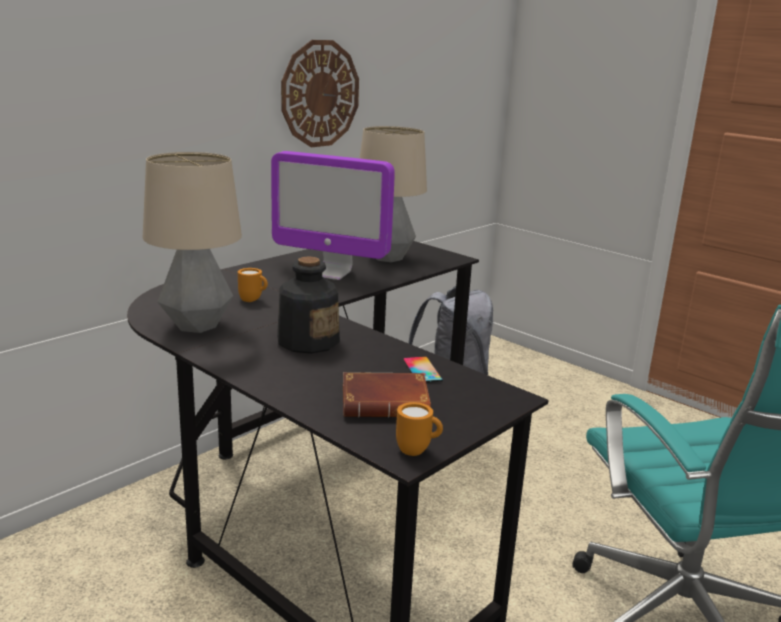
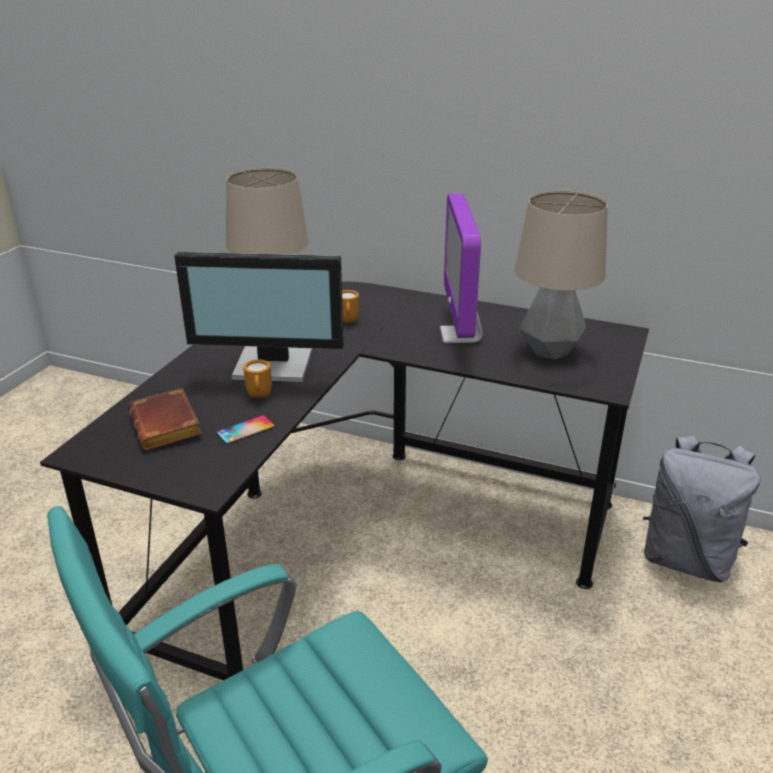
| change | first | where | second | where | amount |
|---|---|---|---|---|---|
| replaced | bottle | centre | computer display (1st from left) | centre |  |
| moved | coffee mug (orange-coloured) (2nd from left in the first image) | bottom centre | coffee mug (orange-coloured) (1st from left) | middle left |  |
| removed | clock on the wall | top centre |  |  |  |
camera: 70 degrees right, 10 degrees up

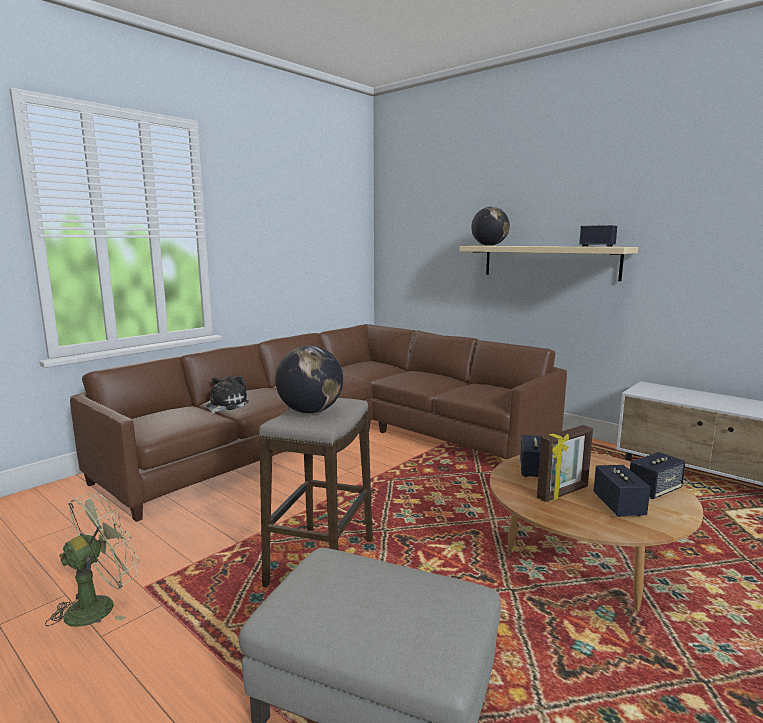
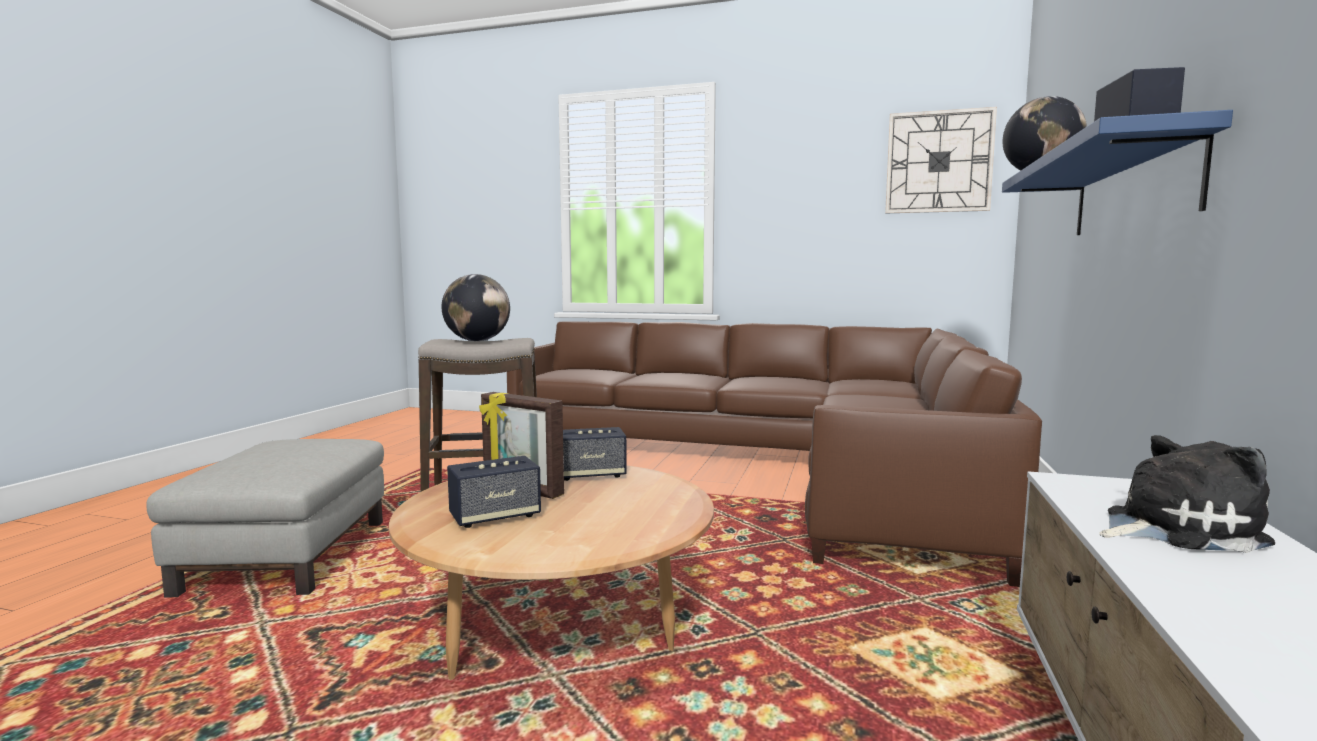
| change | first | where | second | where | amount |
|---|---|---|---|---|---|
| added |  |  | clock on the wall | top right |  |
| recoloured | bracket shelf (beige) | middle right | bracket shelf (bluish) | top right |  |
| moved | plush toy | middle left |  | bottom right |  |
| removed | electric fan (green-coloured) | bottom left |  |  |  |
| removed | audio speaker (4th from left) | middle right |  |  |  |
camera: 65 degrees right, 5 degrees down

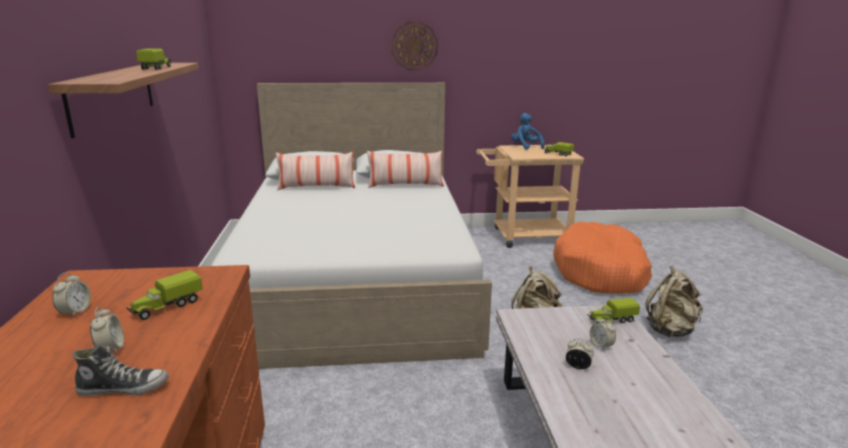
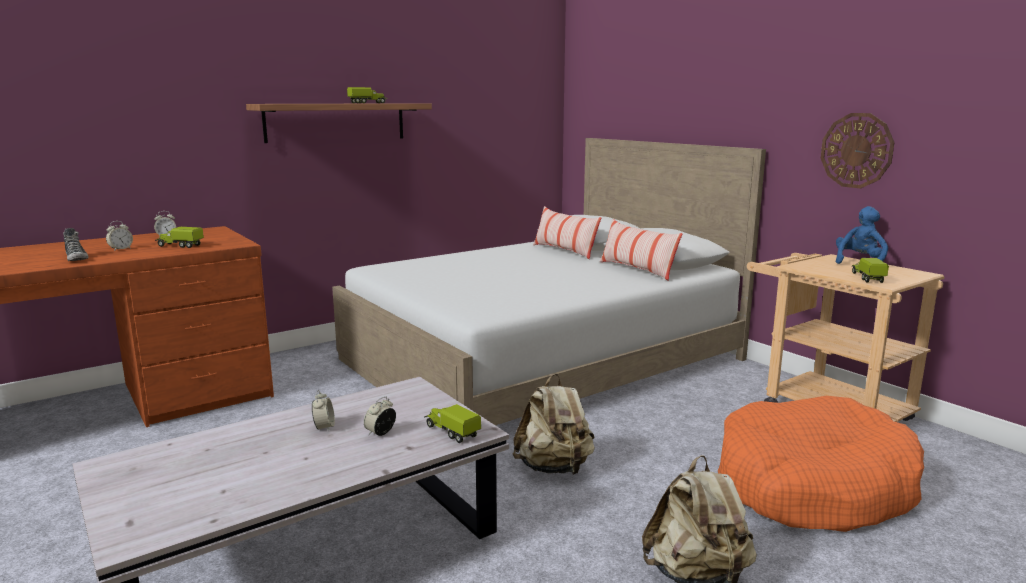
| change | first | where | second | where | amount |
|---|---|---|---|---|---|
| moved | clock on the wall | top centre |  | top right |  |
camera: 60 degrees right, 5 degrees down

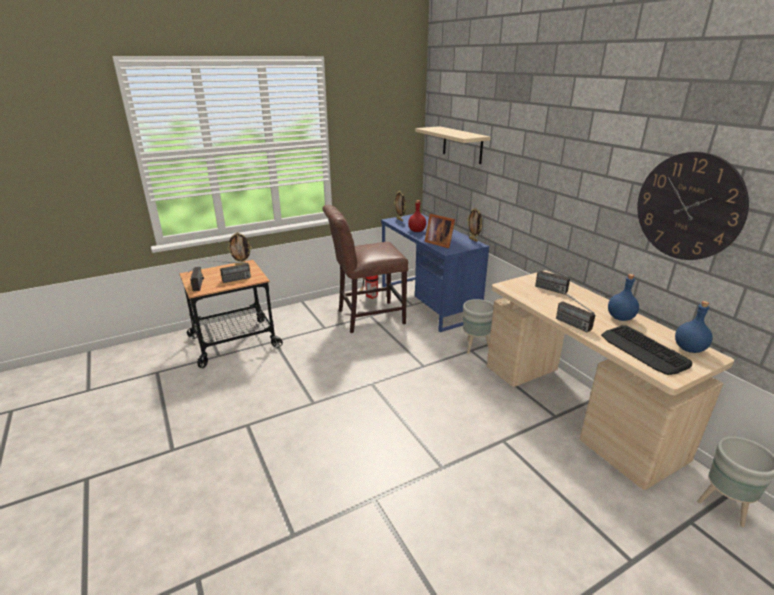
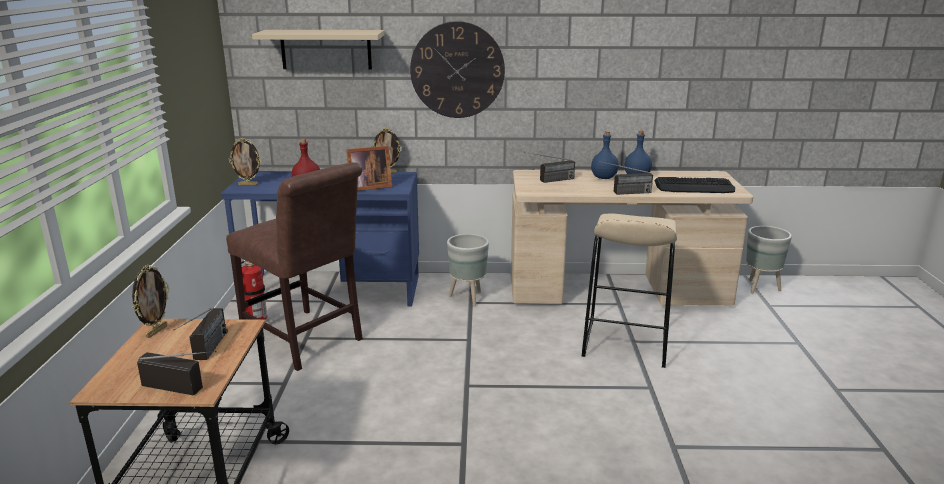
| change | first | where | second | where | amount |
|---|---|---|---|---|---|
| turned | chair (brown) | centre |  | middle left | 60 degrees counterclockwise |
| moved | clock on the wall | middle right |  | top centre |  |
| added |  |  | sitting stool (beige) | centre |  |
| moved | bottle (bluish) (2nd from left in the first image) | middle right | bottle (bluish) (1st from left) | top centre |  |
camera: 60 degrees left, 5 degrees down

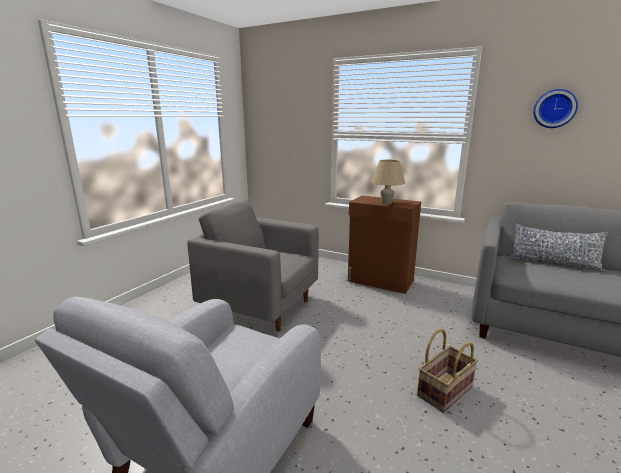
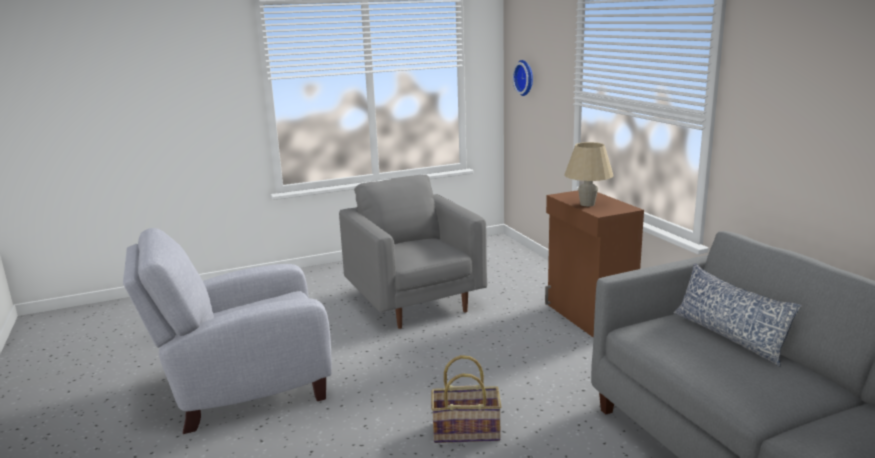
| change | first | where | second | where | amount |
|---|---|---|---|---|---|
| moved | clock on the wall | top right |  | top centre |  |
camera: 40 degrees right, 0 degrees up

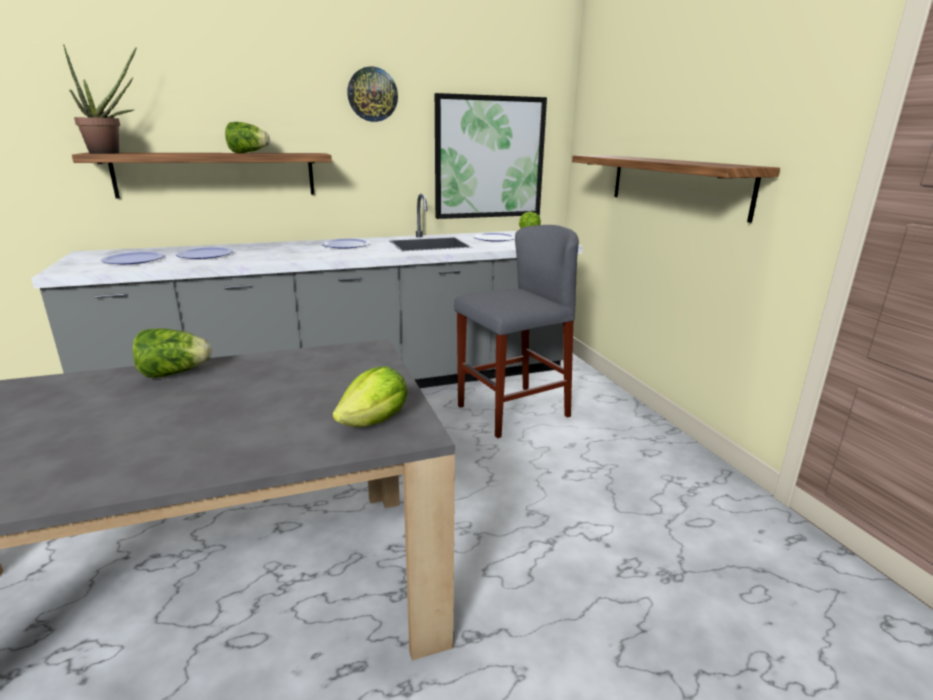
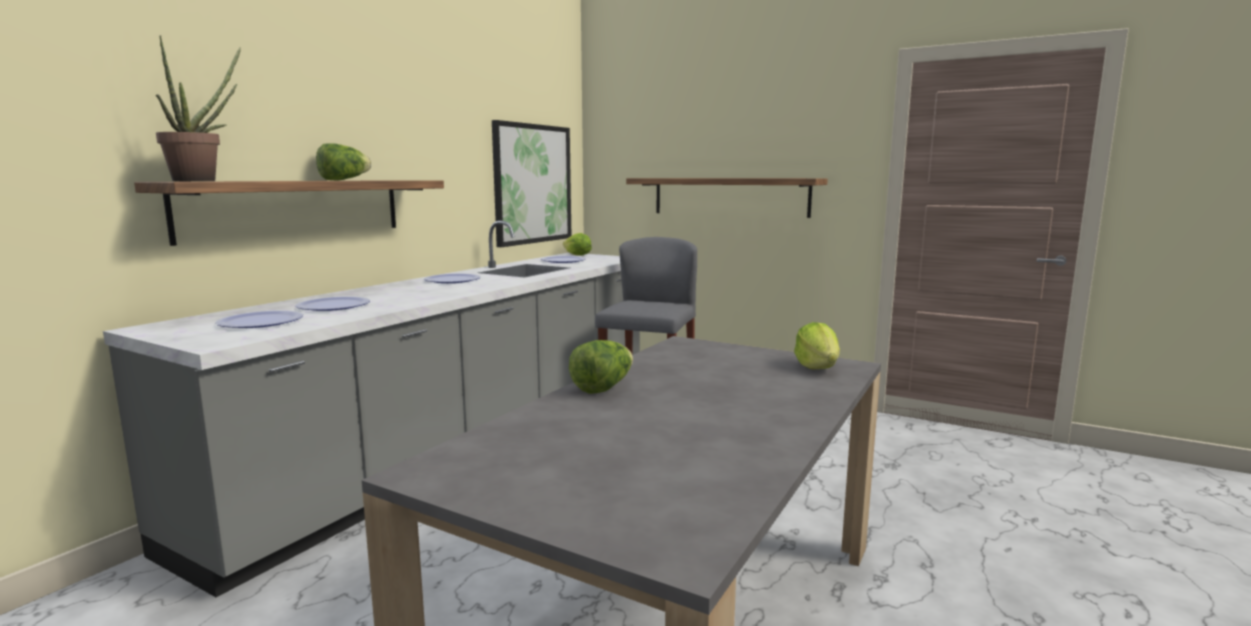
| change | first | where | second | where | amount |
|---|---|---|---|---|---|
| removed | clock on the wall | top centre |  |  |  |
camera: 40 degrees left, 10 degrees down

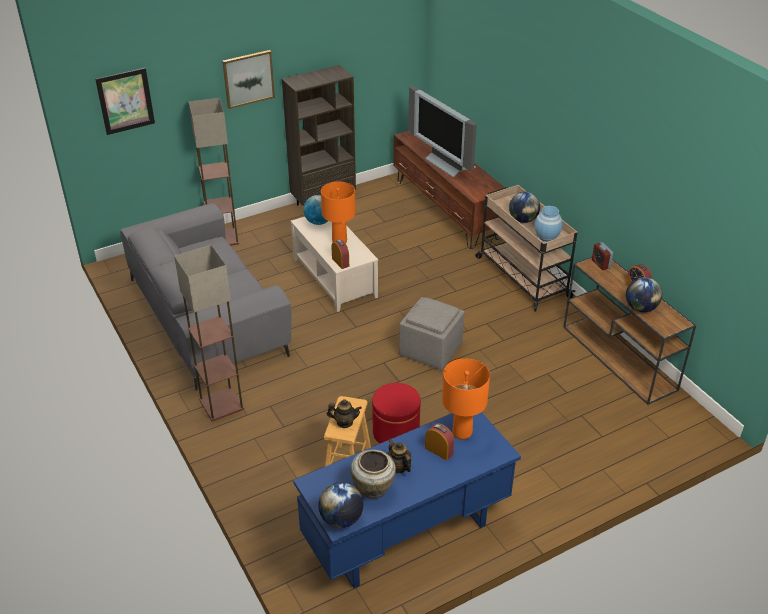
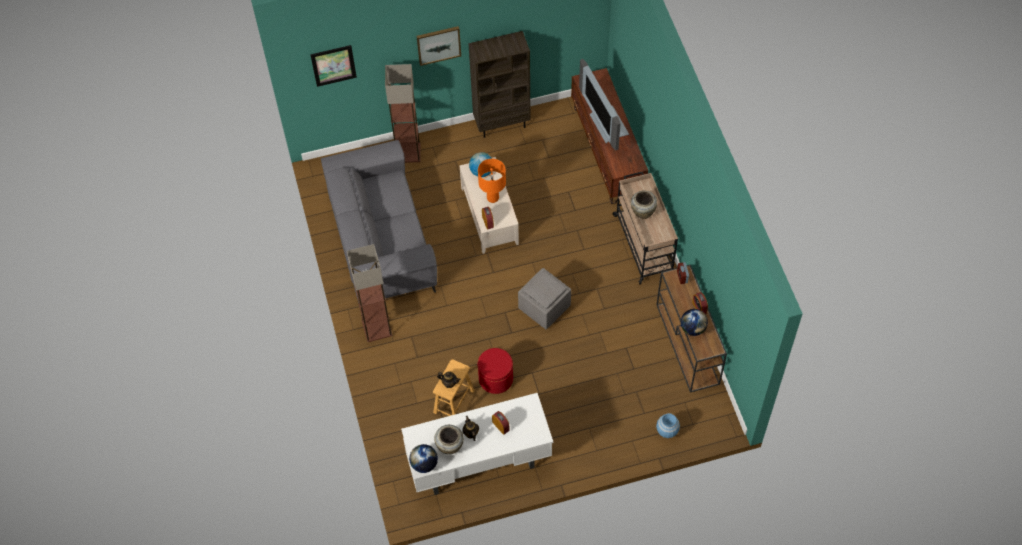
| change | first | where | second | where | amount |
|---|---|---|---|---|---|
| recoloured | desk (bluish) | bottom centre | desk (white) | bottom centre |  |
| replaced | globe (3rd from left) | middle right | decorative vase (beige) (2nd from left) | centre |  |
| moved | decorative vase (bluish) | middle right |  | bottom centre |  |
| removed | tabletop lamp (orange-coloured) (2nd from left) | centre |  |  |  |
camera: 15 degrees right, 20 degrees up

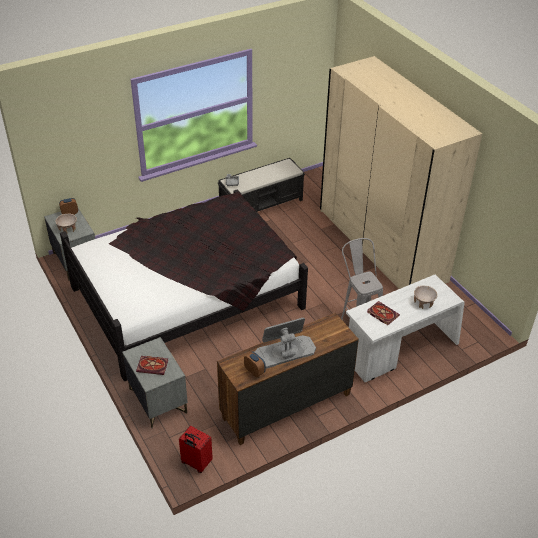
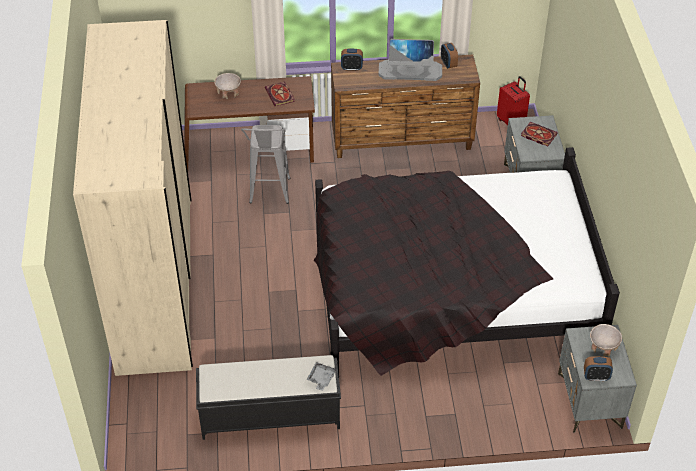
| change | first | where | second | where | amount |
|---|---|---|---|---|---|
| recoloured | desk (white) | middle right | desk (brown) | top centre |  |
| added |  |  | bedside clock (1st from left) | top centre |  |
camera: 155 degrees left, 5 degrees up

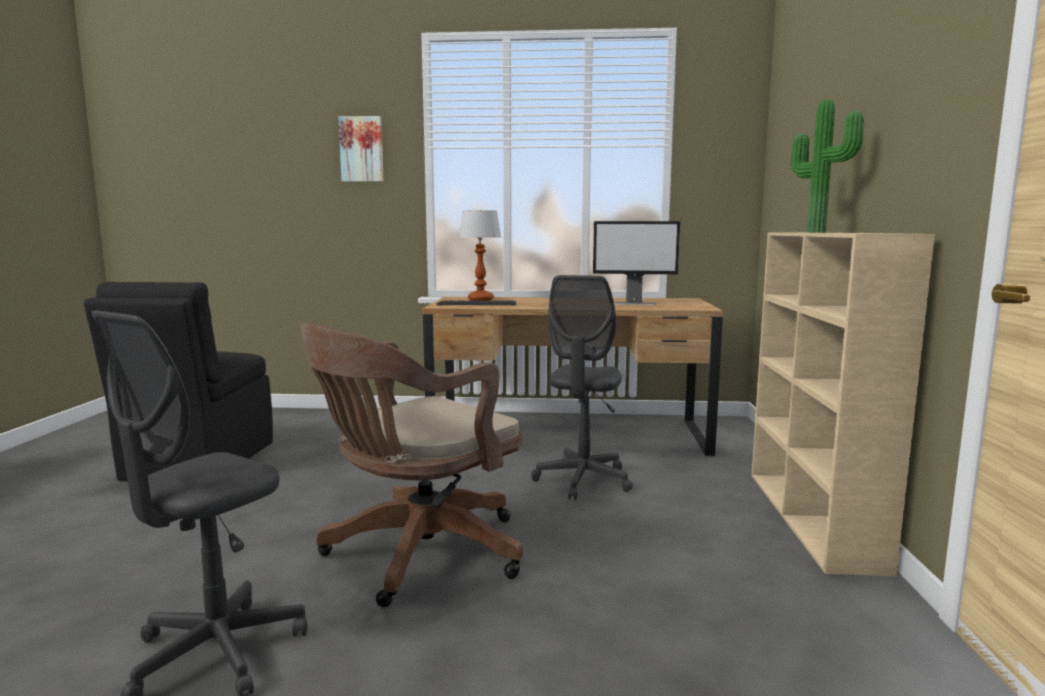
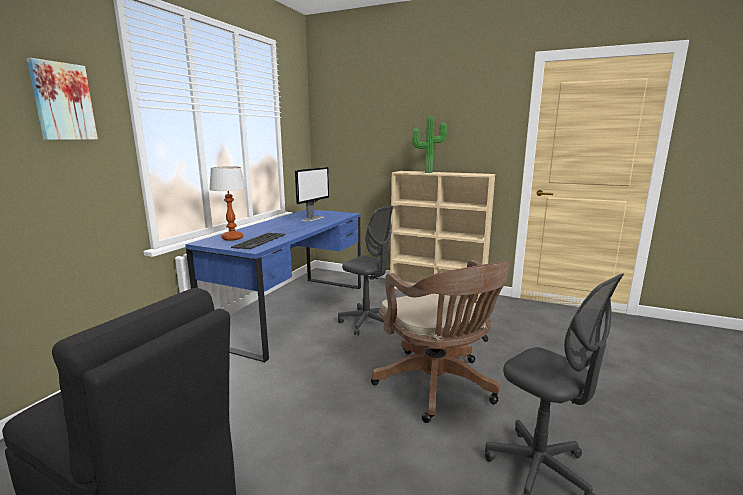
| change | first | where | second | where | amount |
|---|---|---|---|---|---|
| recoloured | desk (brown) | centre | desk (bluish) | centre |  |
camera: 70 degrees left, 5 degrees up

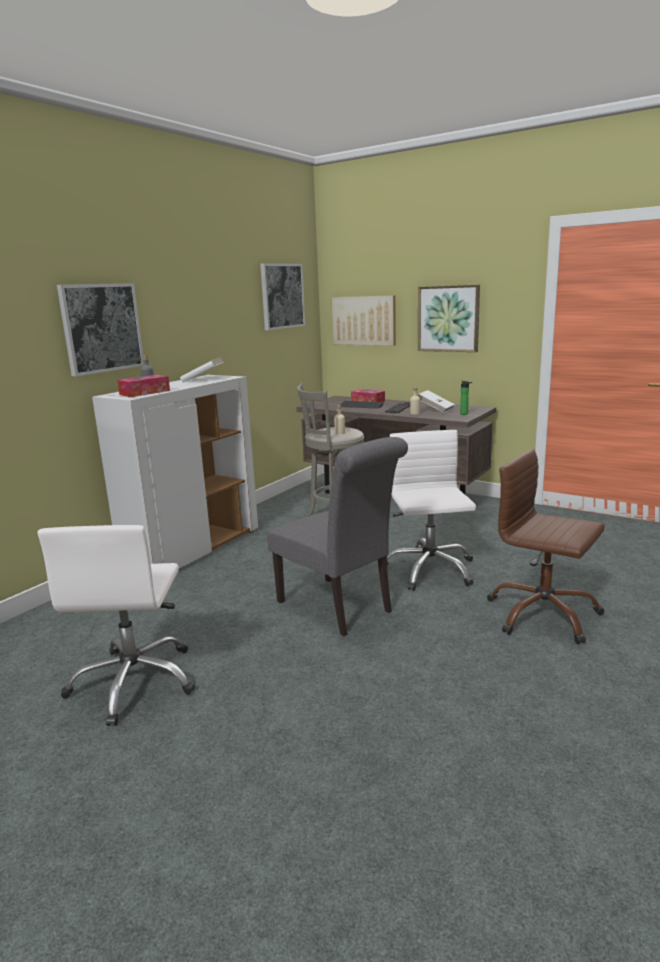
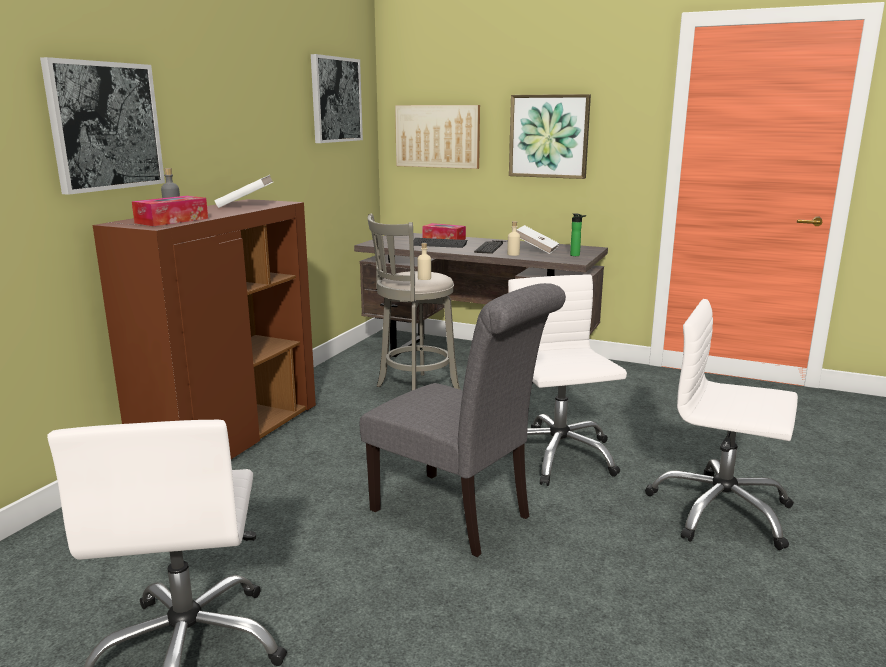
| change | first | where | second | where | amount |
|---|---|---|---|---|---|
| recoloured | storage cabinet (white) | middle left | storage cabinet (brown) | middle left |  |
| recoloured | office chair (brown) | middle right | office chair (white) (3rd from left) | middle right |  |
camera: 10 degrees left, 0 degrees up

